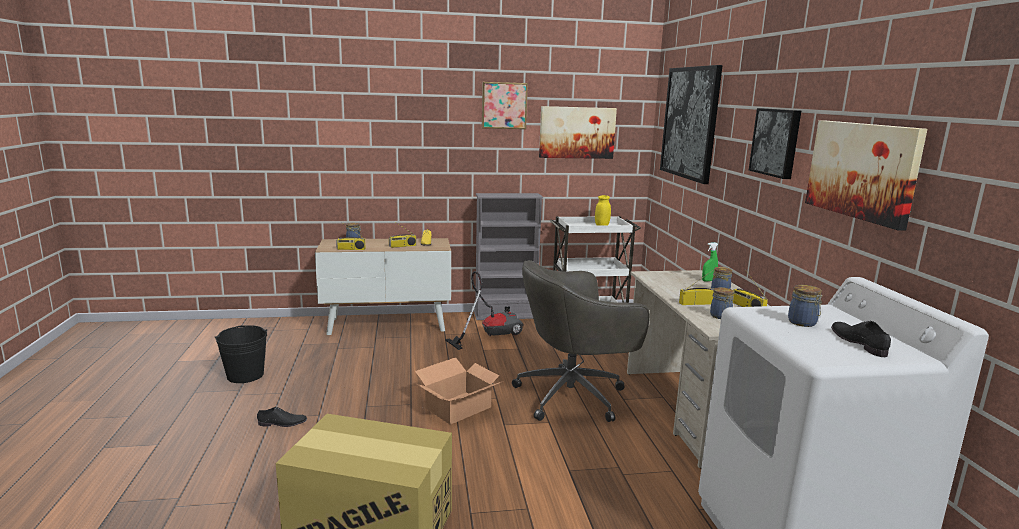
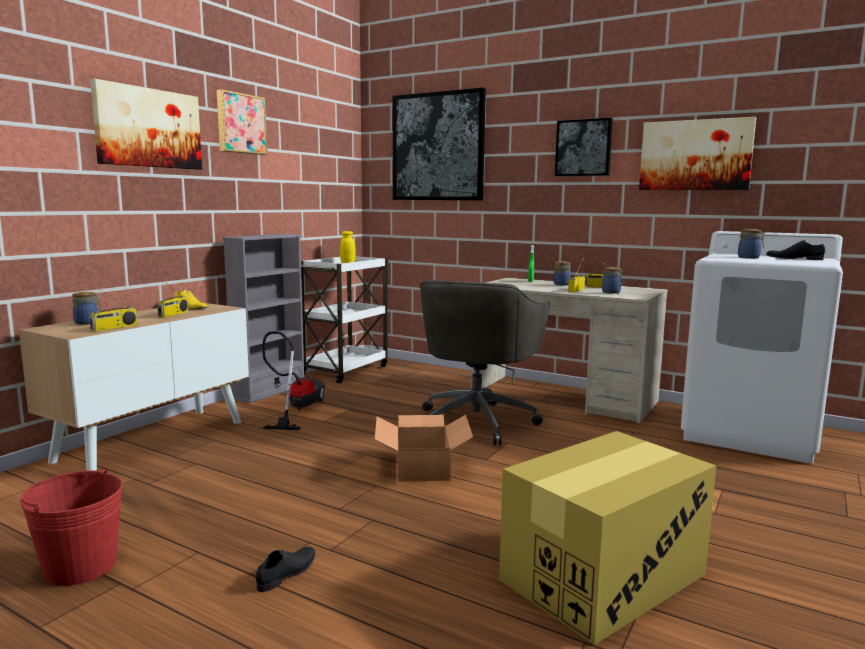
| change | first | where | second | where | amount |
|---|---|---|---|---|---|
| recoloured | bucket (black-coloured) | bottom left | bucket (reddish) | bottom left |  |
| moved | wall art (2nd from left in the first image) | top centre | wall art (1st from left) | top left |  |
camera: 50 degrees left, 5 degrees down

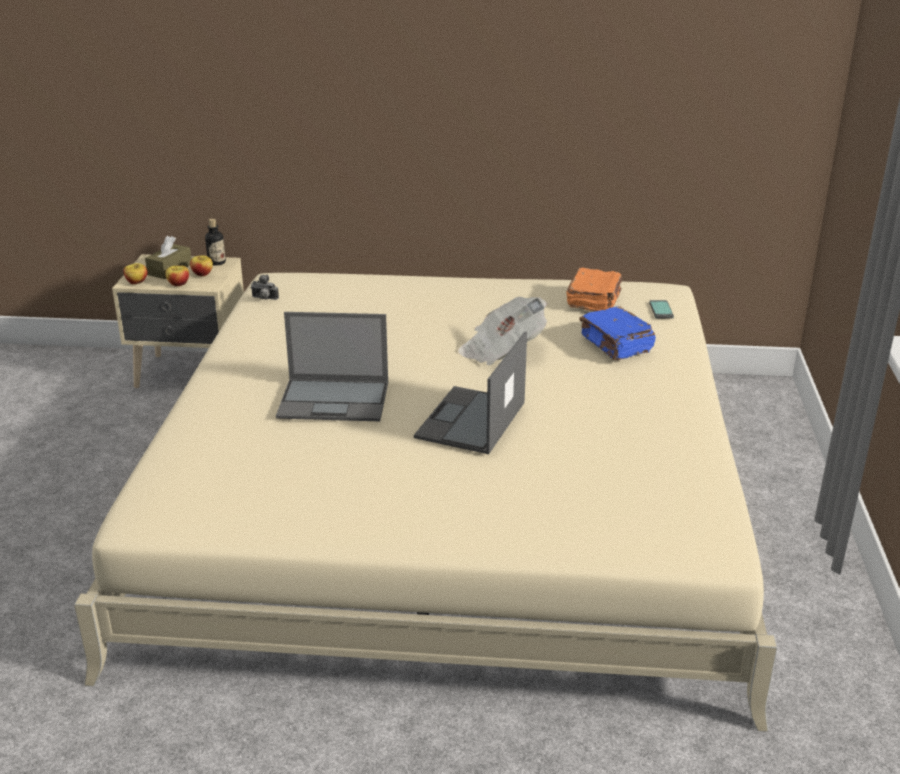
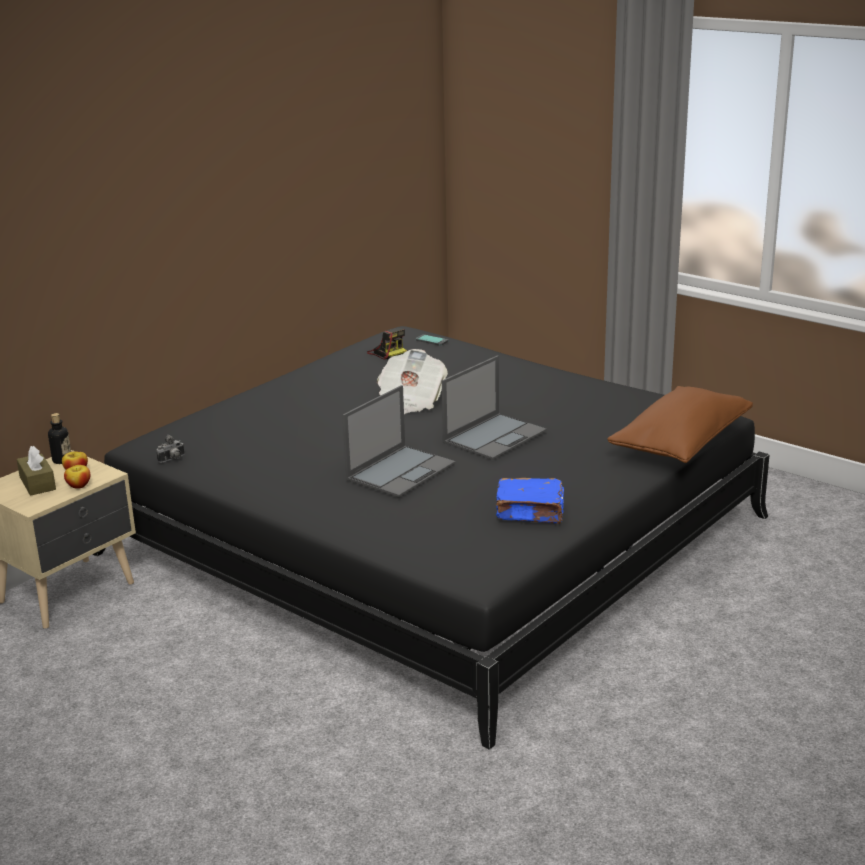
| change | first | where | second | where | amount |
|---|---|---|---|---|---|
| recoloured | bed (beige) | centre | bed (black-coloured) | centre |  |
| replaced | book (orange-coloured) | centre | photo camera (2nd from left) | centre |  |
| turned | laptop (2nd from left) | centre |  | centre | 105 degrees counterclockwise |
| moved | book (bluish) | middle right |  | centre |  |
| added |  |  | pillow (brown) | middle right |  |
| removed | apple fruit (1st from left) | middle left |  |  |  |
camera: 55 degrees left, 5 degrees down

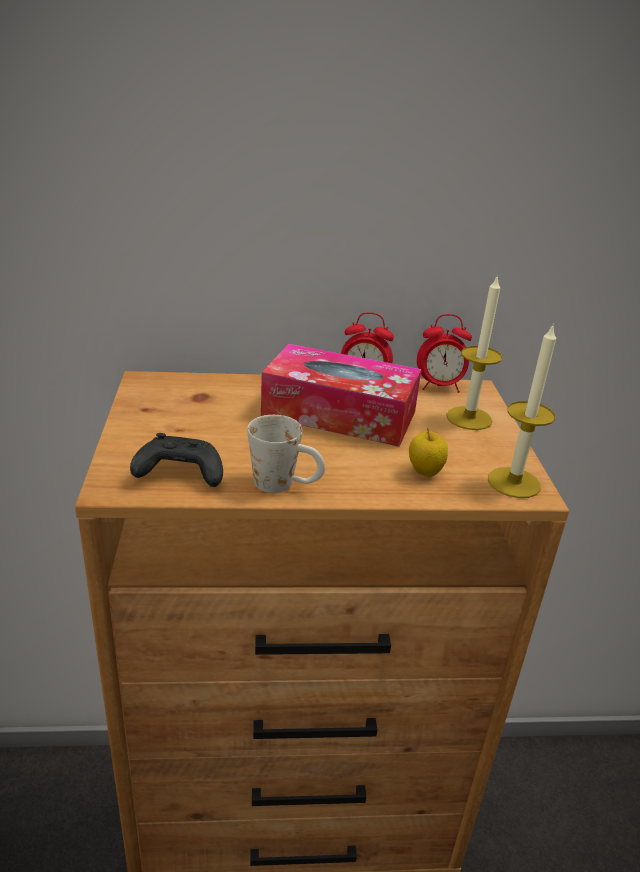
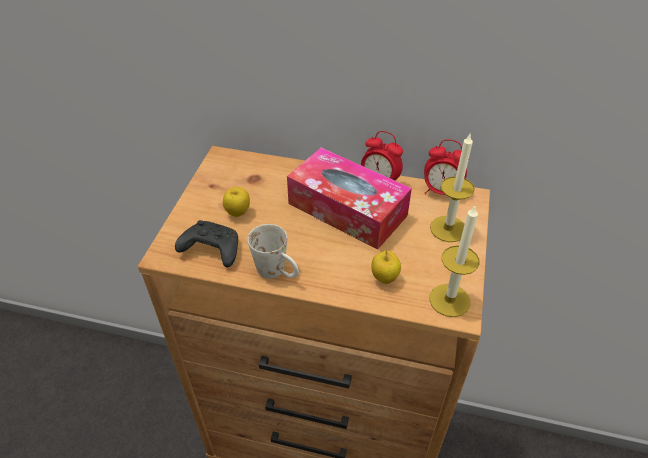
| change | first | where | second | where | amount |
|---|---|---|---|---|---|
| added |  |  | apple fruit (1st from left) | centre |  |
camera: 20 degrees right, 15 degrees up

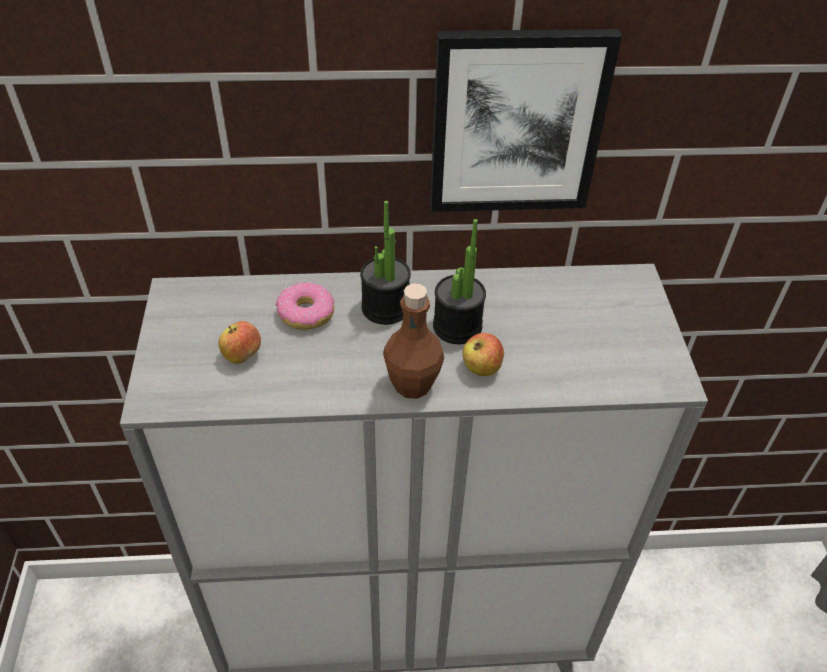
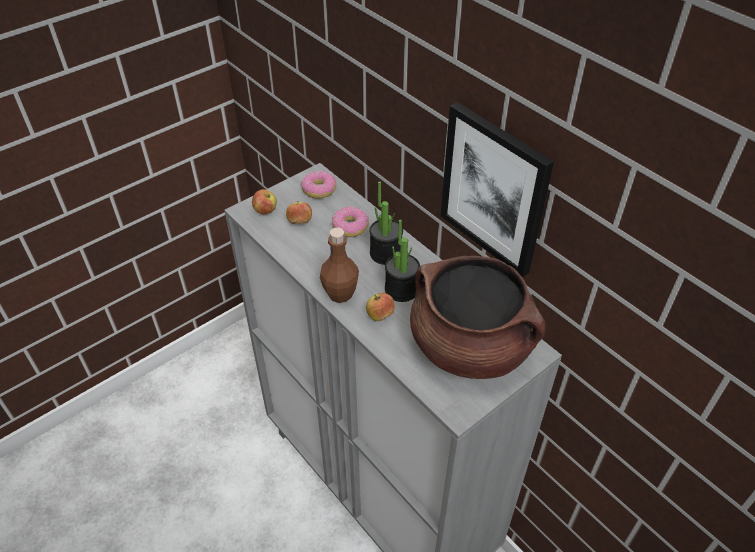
| change | first | where | second | where | amount |
|---|---|---|---|---|---|
| added |  |  | apple fruit (1st from left) | centre |  |
| added |  |  | ring doughnut (1st from left) | centre |  |
| added |  |  | saucepot (brown) | centre |  |
camera: 55 degrees right, 0 degrees up

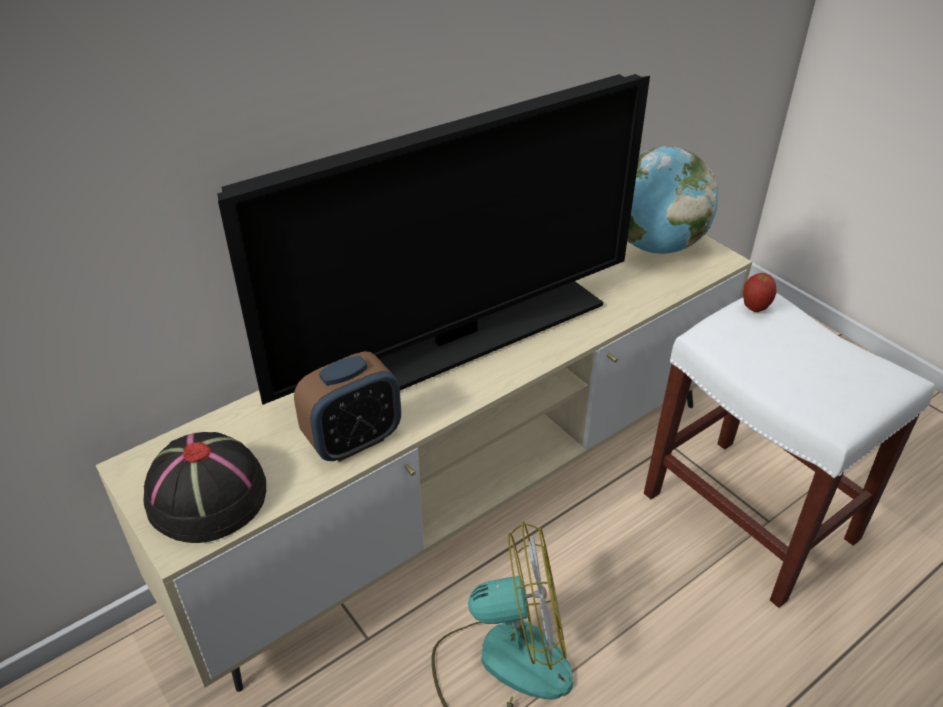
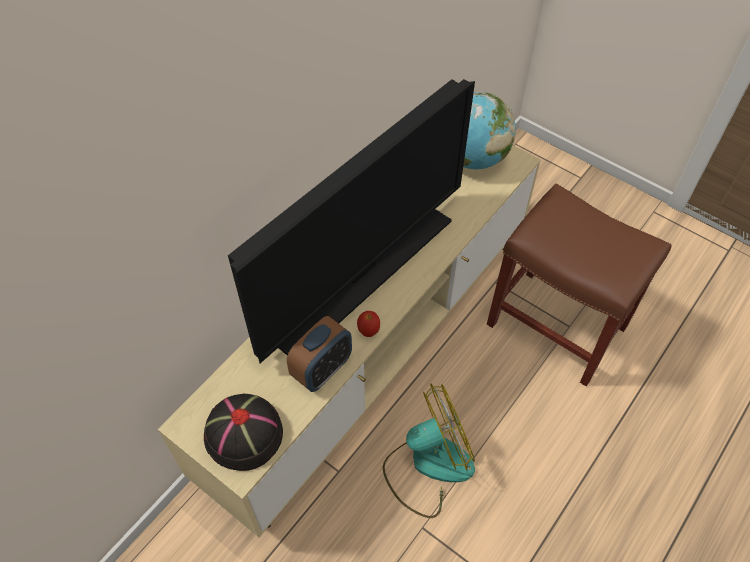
| change | first | where | second | where | amount |
|---|---|---|---|---|---|
| moved | apple fruit | middle right |  | centre |  |
| recoloured | sitting stool (white) | middle right | sitting stool (brown) | middle right |  |
camera: 15 degrees left, 15 degrees up

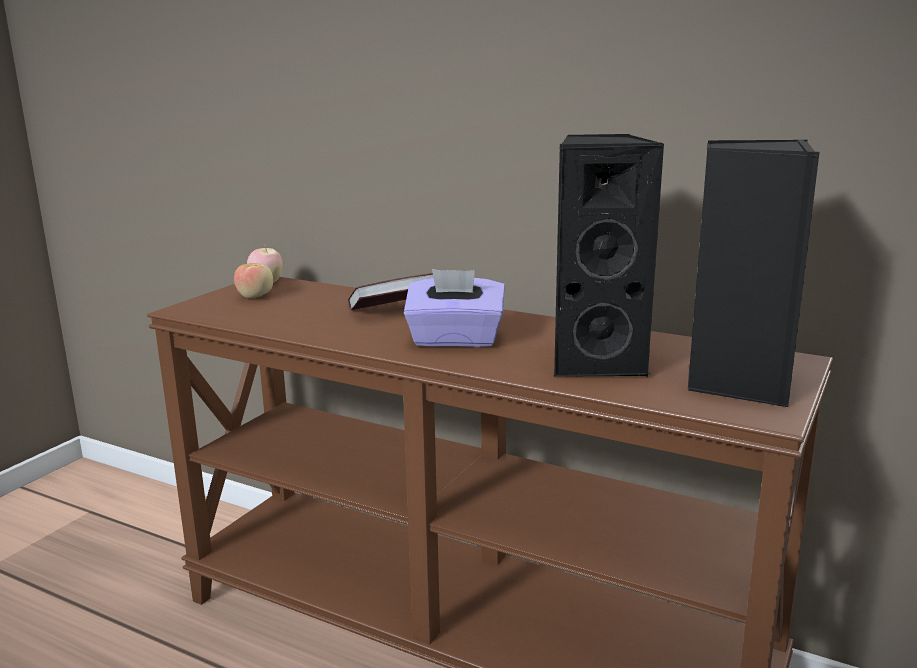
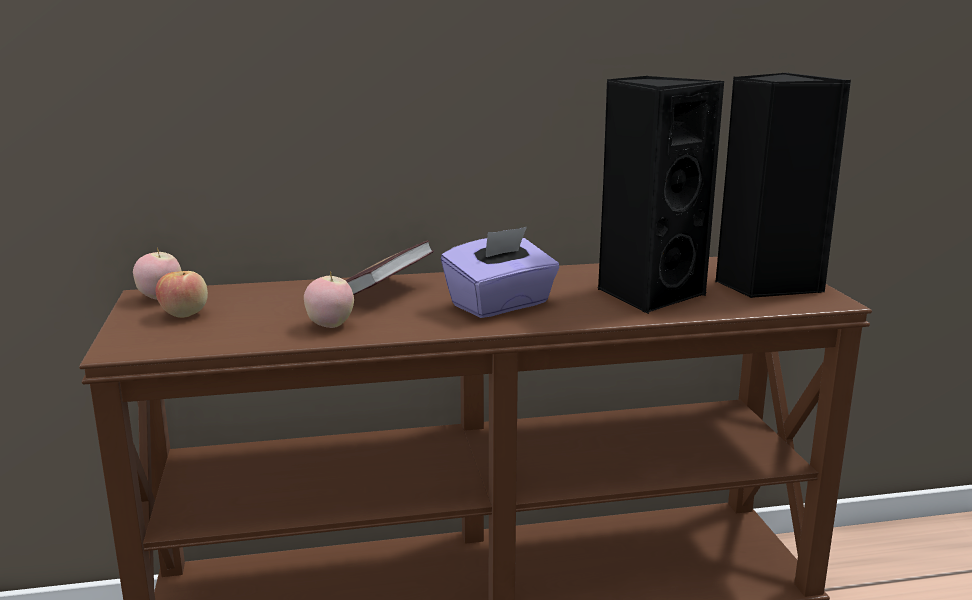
| change | first | where | second | where | amount |
|---|---|---|---|---|---|
| added |  |  | apple fruit (3rd from left) | centre |  |
camera: 40 degrees left, 0 degrees up

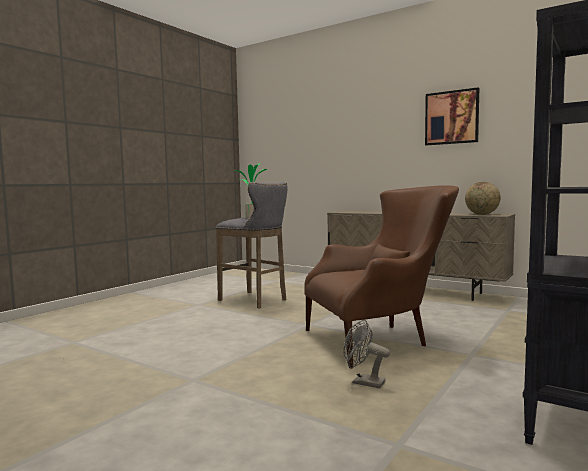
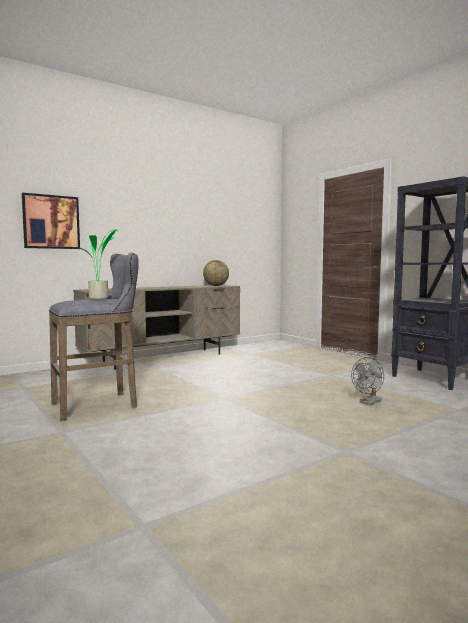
| change | first | where | second | where | amount |
|---|---|---|---|---|---|
| moved | wall art | top right |  | middle left |  |
| removed | armchair (brown) | centre |  |  |  |
camera: 70 degrees left, 0 degrees up

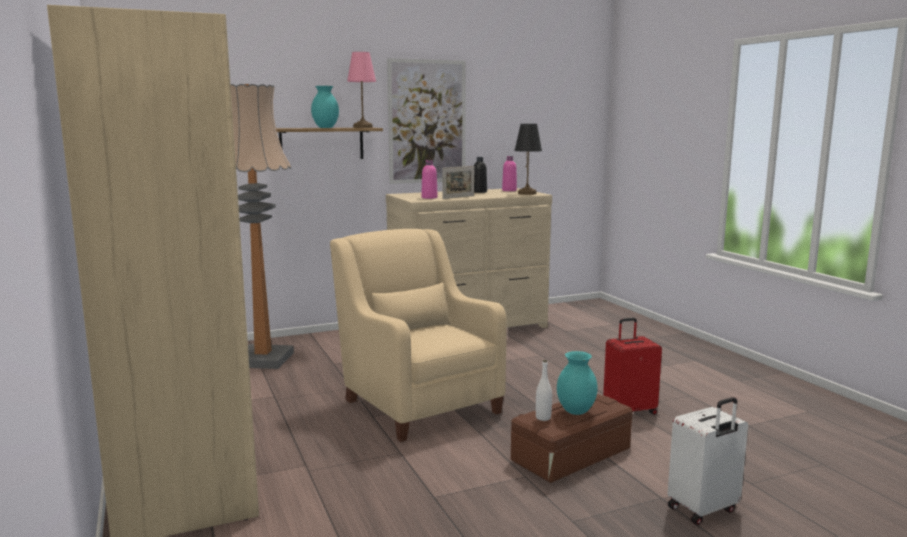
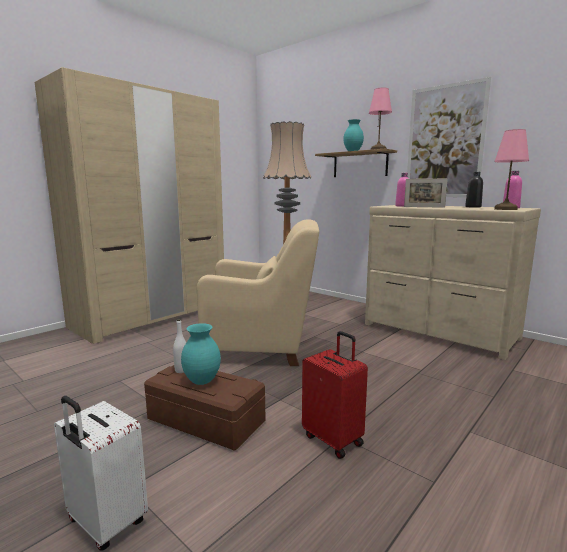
| change | first | where | second | where | amount |
|---|---|---|---|---|---|
| turned | armchair (beige) | centre |  | centre | 60 degrees clockwise |
| recoloured | tabletop lamp (black-coloured) | top centre | tabletop lamp (pink-coloured) (2nd from left) | top right |  |
camera: 65 degrees right, 0 degrees up

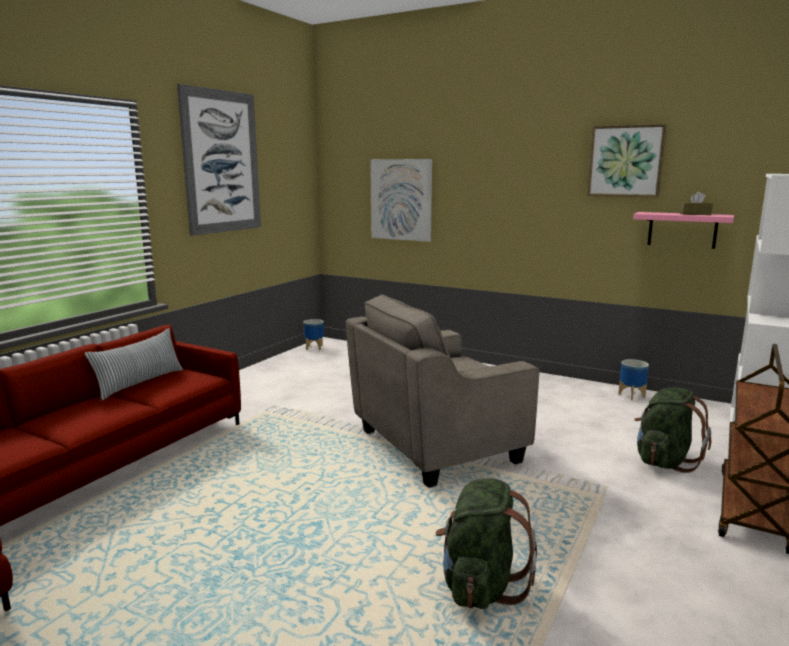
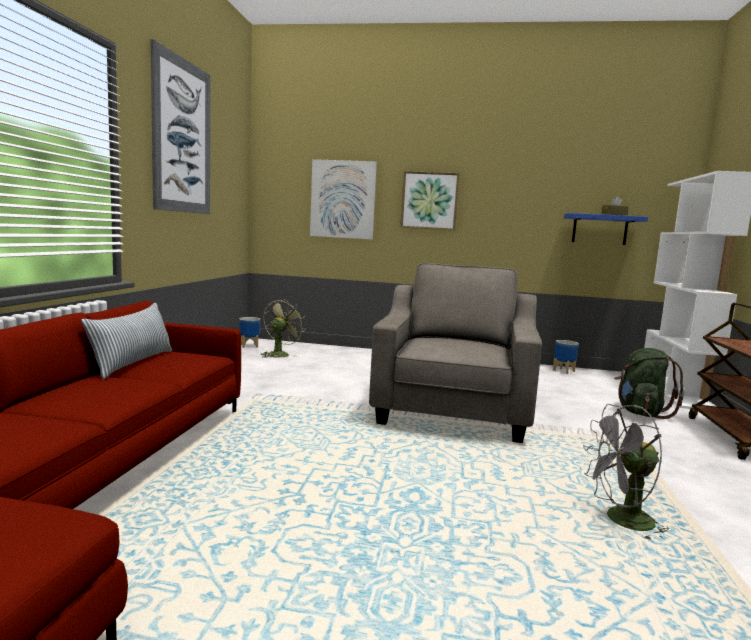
| change | first | where | second | where | amount |
|---|---|---|---|---|---|
| added |  |  | electric fan (green-coloured) | centre |  |
| turned | armchair (grey) | centre |  | centre | 150 degrees clockwise |
| moved | wall art (3rd from left) | top right |  | top centre |  |
| recoloured | bracket shelf (pink-coloured) | middle right | bracket shelf (bluish) | middle right |  |
| replaced | backpack (green-coloured) (1st from left) | bottom centre | electric fan (grey) | bottom right |  |
camera: 20 degrees left, 5 degrees down

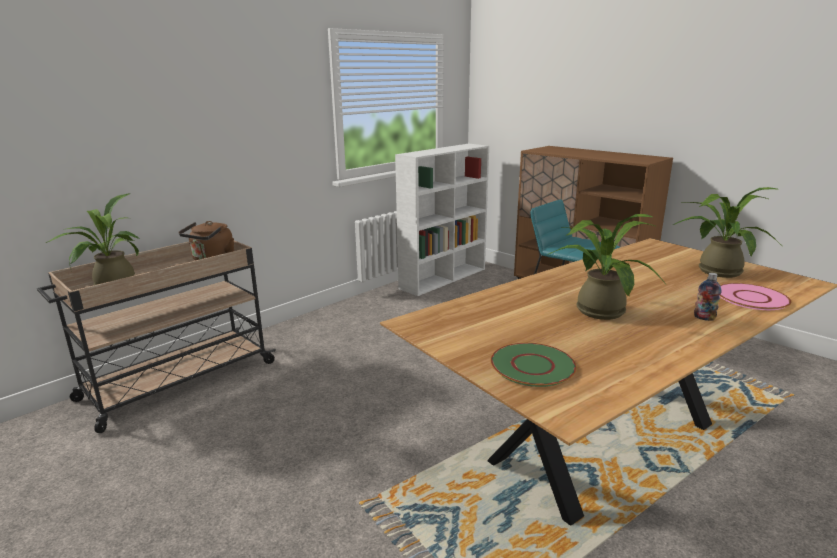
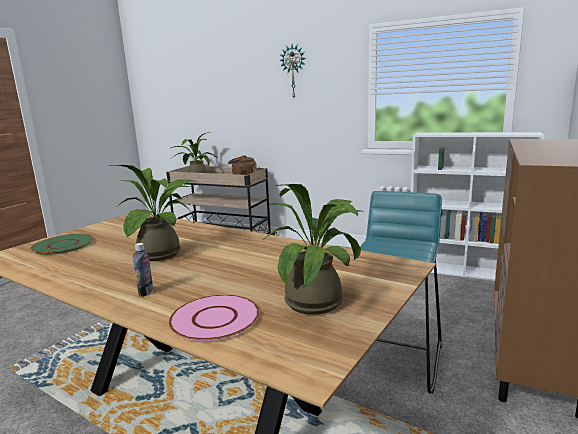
| change | first | where | second | where | amount |
|---|---|---|---|---|---|
| added |  |  | clock on the wall | top centre |  |
camera: 70 degrees right, 5 degrees down

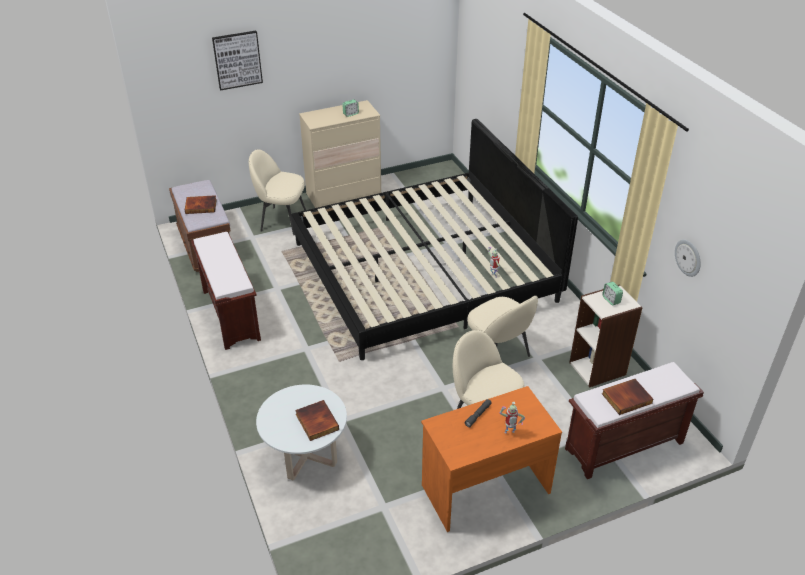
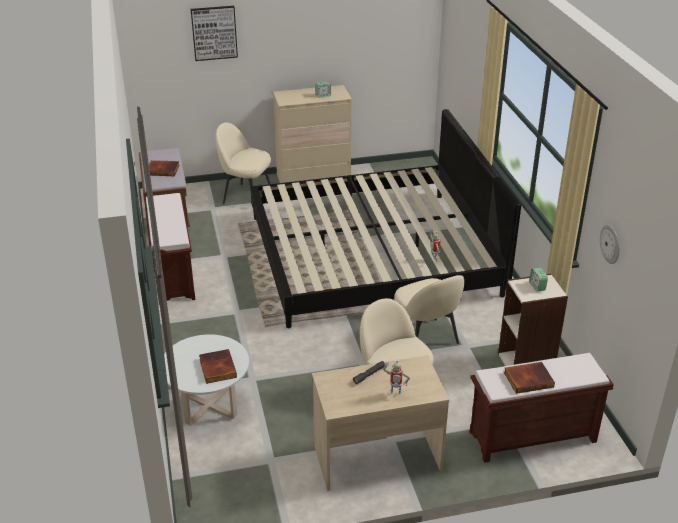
| change | first | where | second | where | amount |
|---|---|---|---|---|---|
| recoloured | desk (orange-coloured) | bottom centre | desk (beige) | bottom centre |  |
camera: 10 degrees right, 5 degrees down

